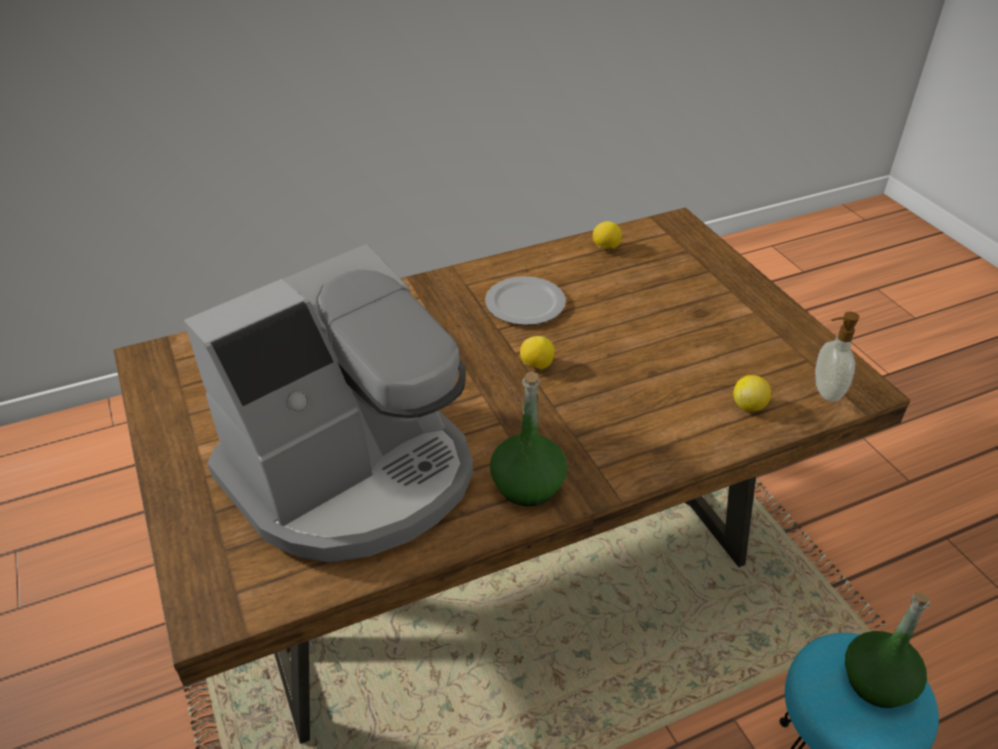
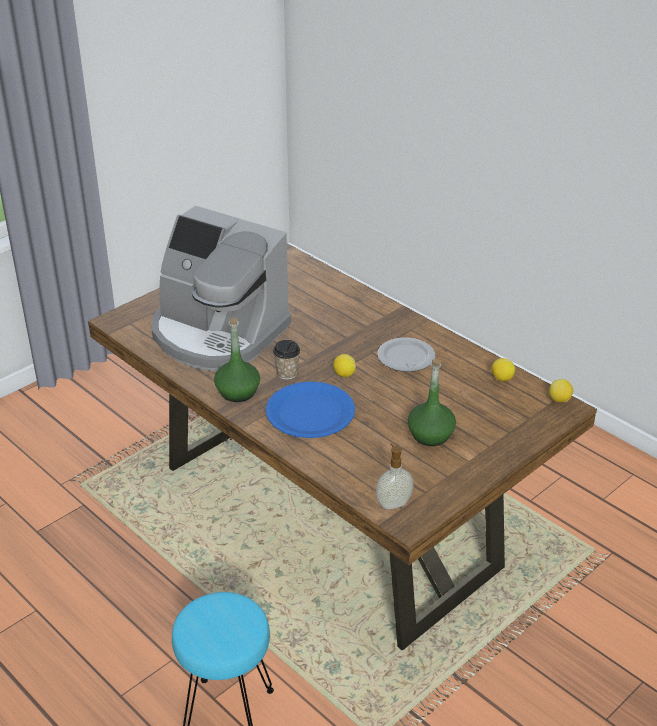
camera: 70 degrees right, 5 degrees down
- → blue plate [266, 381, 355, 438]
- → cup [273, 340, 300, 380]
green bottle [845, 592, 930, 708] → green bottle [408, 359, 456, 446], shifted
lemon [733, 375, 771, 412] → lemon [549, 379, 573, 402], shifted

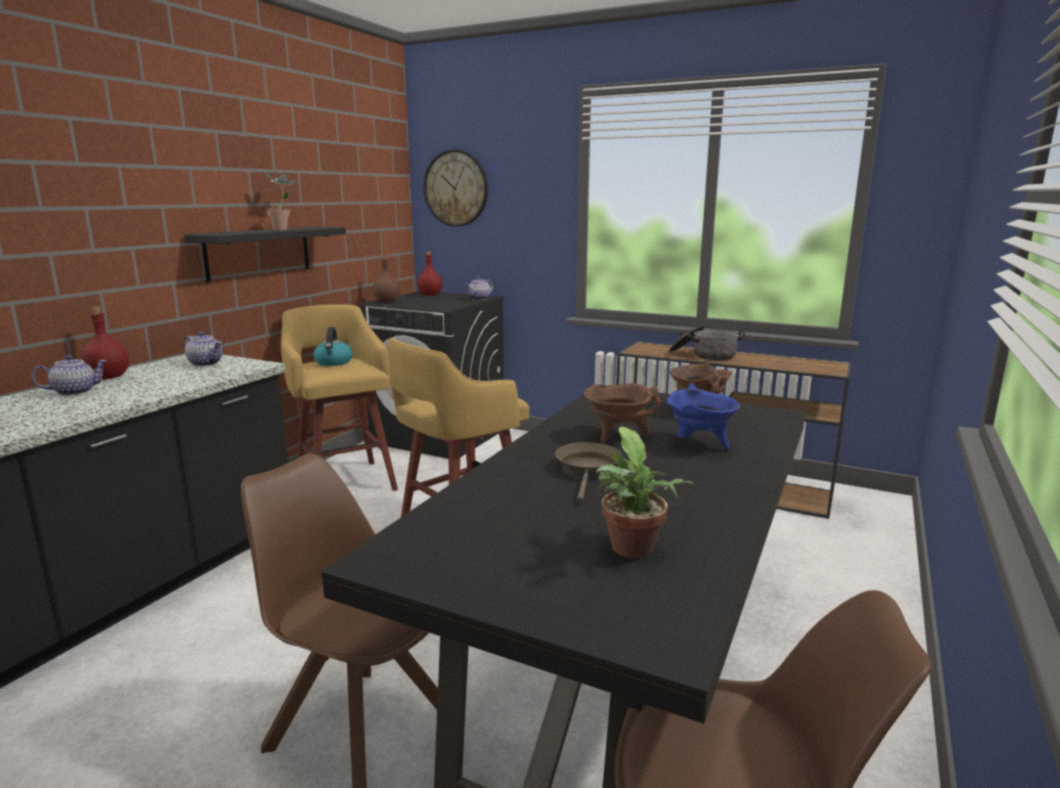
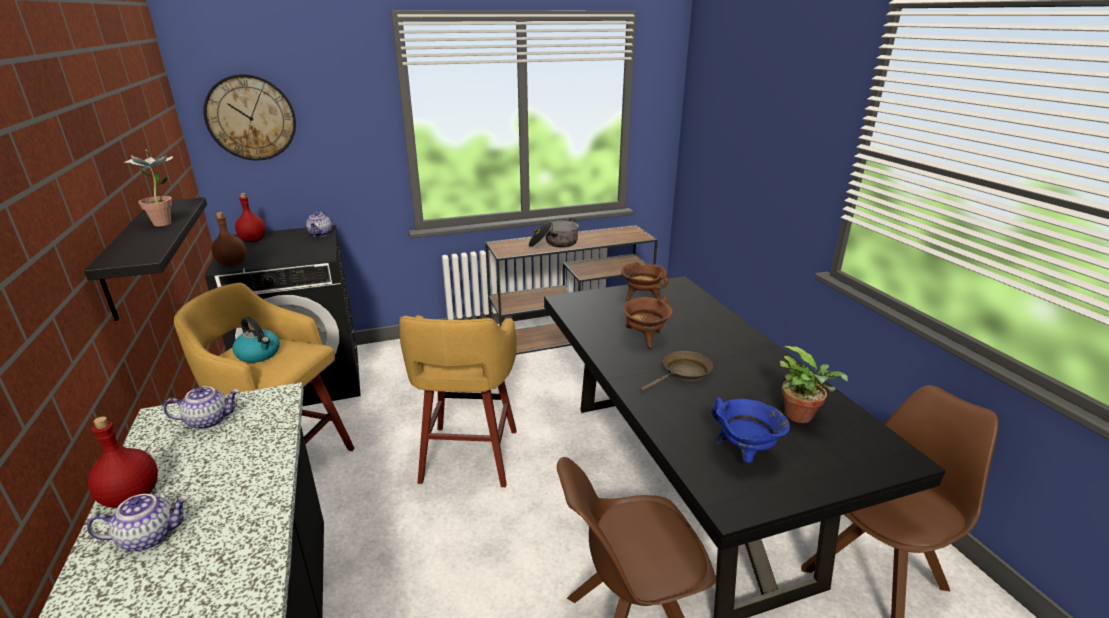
camera: 45 degrees left, 10 degrees up
teapot [31, 355, 107, 396] → teapot [87, 494, 189, 552], 60 degrees clockwise
brown frying pan [555, 442, 622, 502] → brown frying pan [641, 351, 713, 392], 90 degrees clockwise
blue cooking pot [666, 383, 740, 449] → blue cooking pot [712, 398, 790, 463], shifted

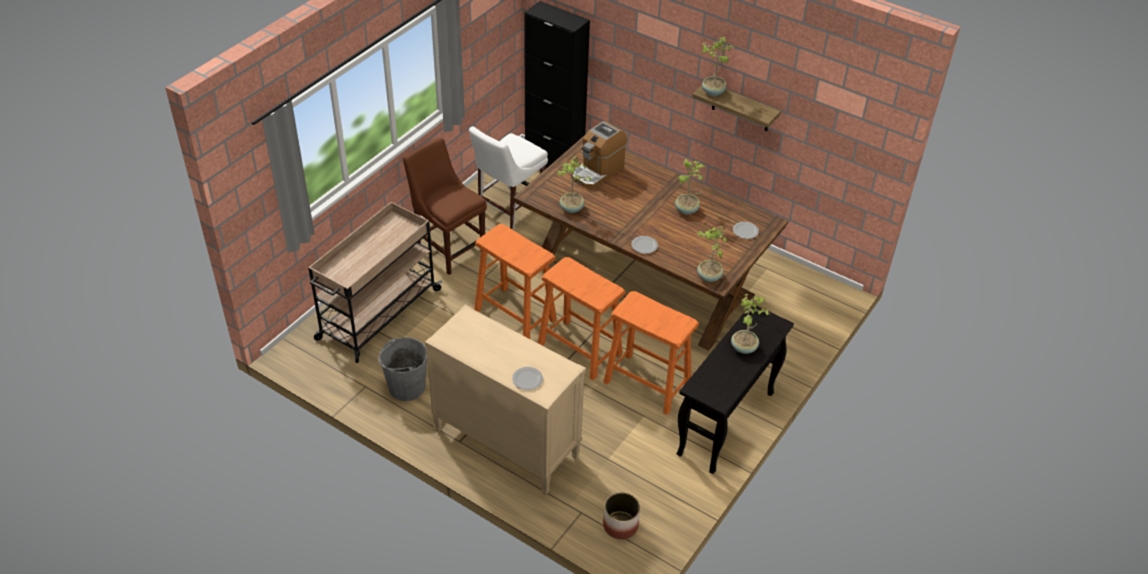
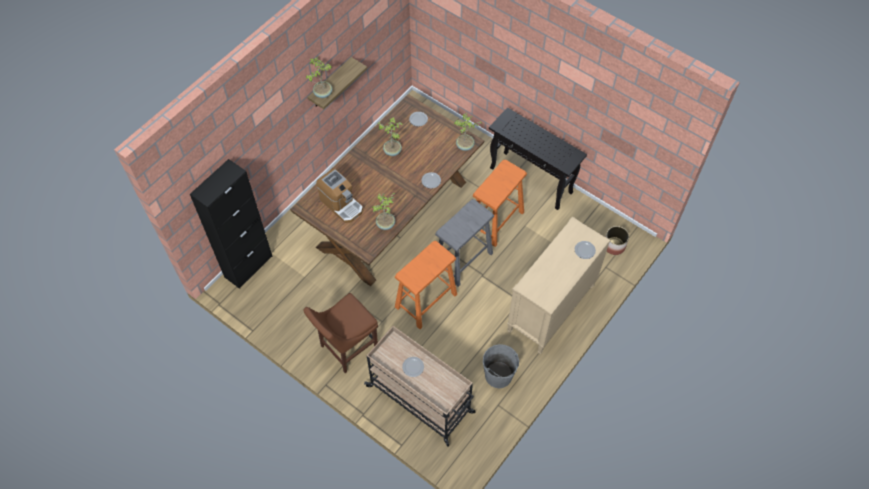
camera: 85 degrees left, 15 degrees up
- → plate [402, 357, 424, 377]
orange stool [538, 257, 625, 380] → grey stool [435, 199, 494, 287]
white chair [469, 126, 548, 230] → -
potted plant [731, 294, 770, 354] → -

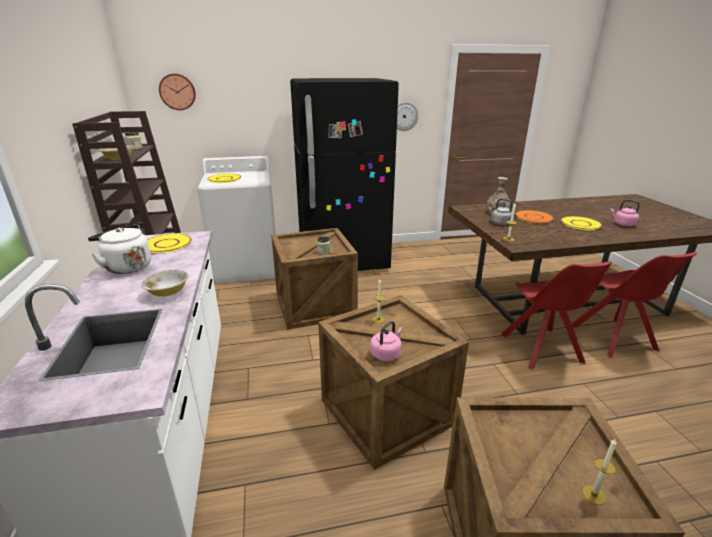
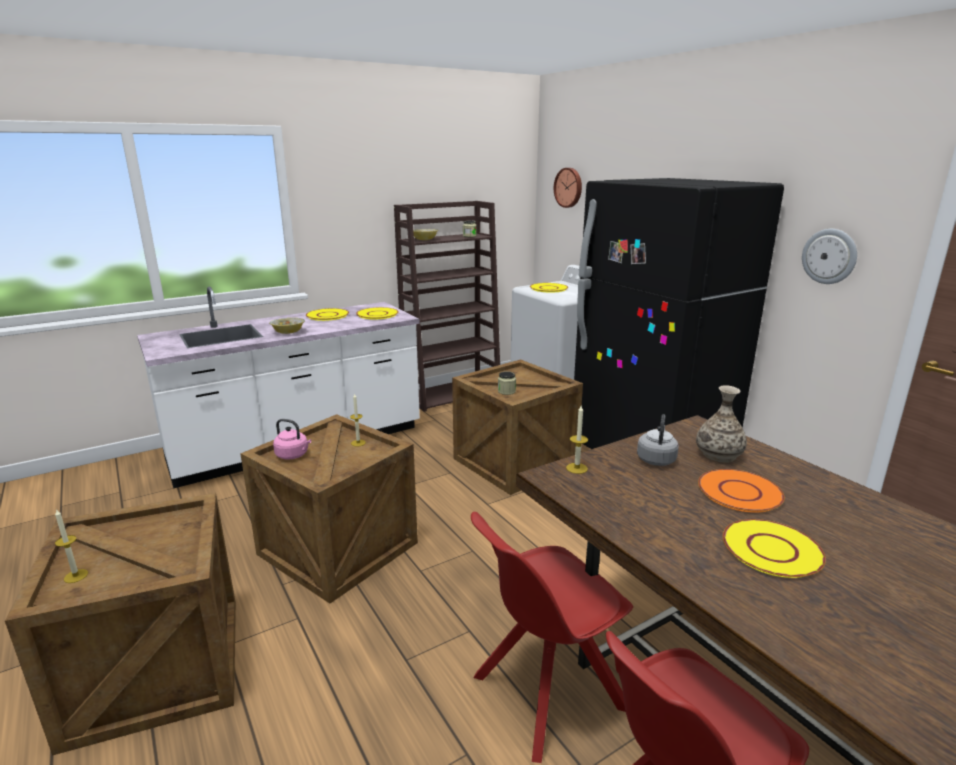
camera: 70 degrees right, 5 degrees down
white kettle [88, 225, 151, 274] → yellow plate [306, 308, 349, 321]
pink kettle [610, 200, 640, 226] → -

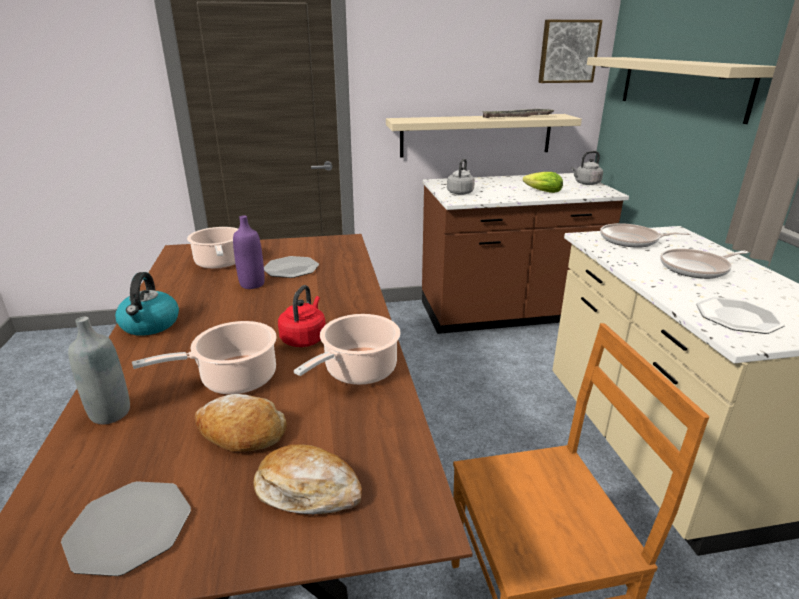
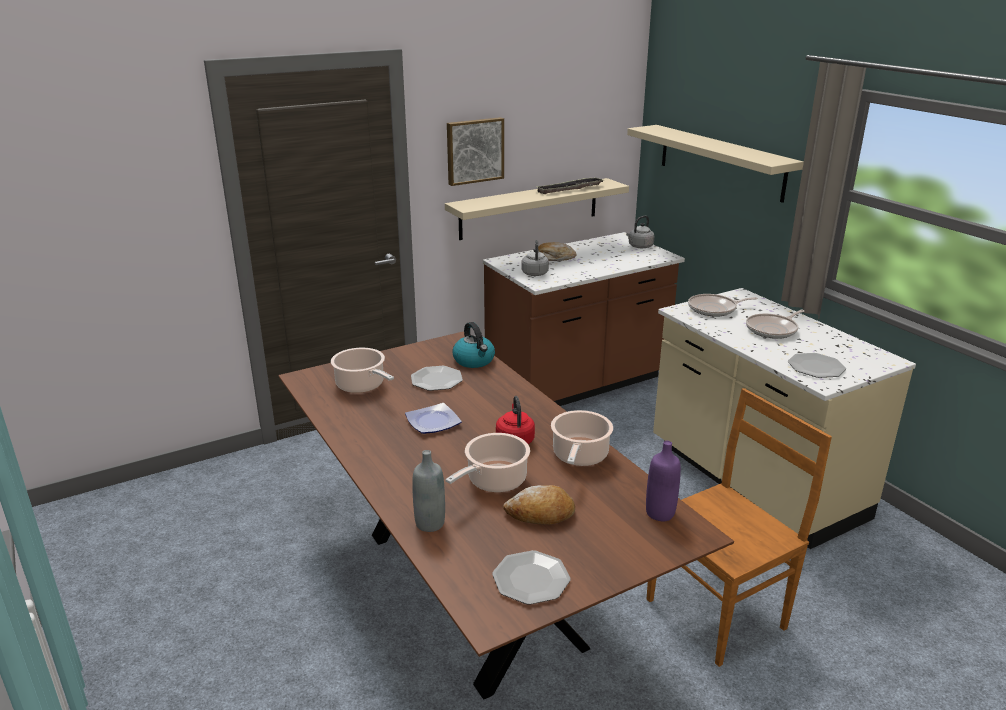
camera: 20 degrees left, 0 degrees up
- → plate [405, 403, 462, 434]
picture [538, 20, 602, 83] → picture [447, 117, 504, 186], shifted
kettle [115, 272, 179, 336] → kettle [453, 322, 495, 368], shifted
bread [253, 444, 362, 514] → bread [538, 242, 576, 261], shifted
purple bottle [233, 215, 265, 289] → purple bottle [646, 440, 681, 521], shifted
lettuce [523, 172, 563, 193] → -

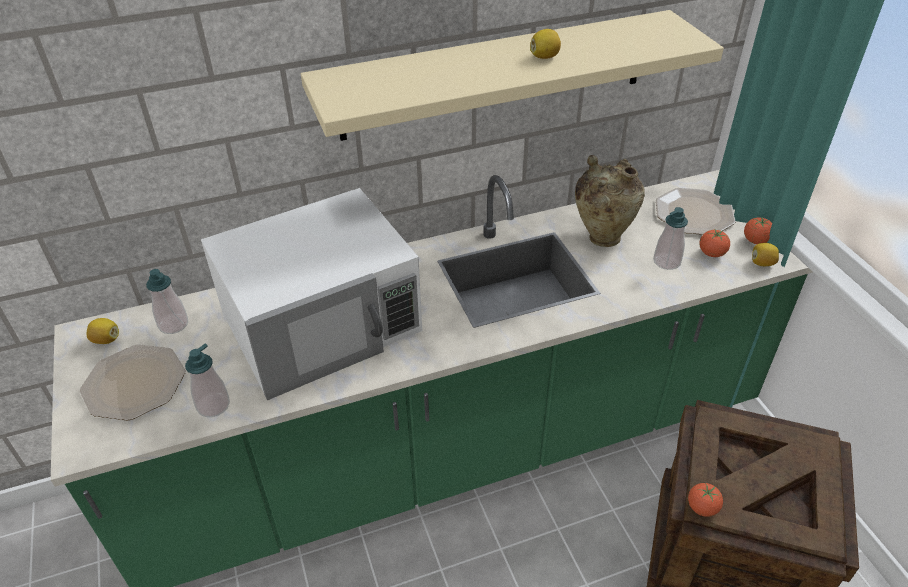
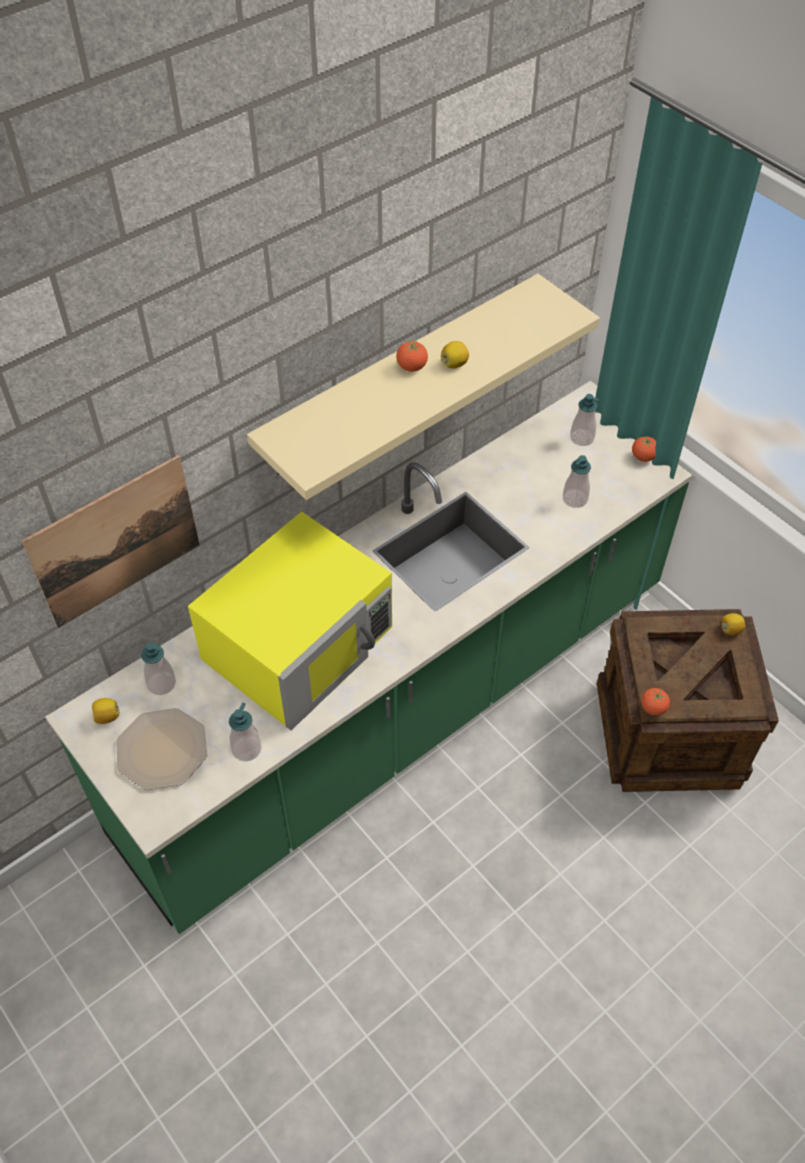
camera: 20 degrees left, 10 degrees up
- → picture [21, 455, 199, 628]
white microwave [201, 188, 422, 400] → yellow microwave [188, 511, 392, 730]
tomato [699, 230, 730, 257] → tomato [396, 341, 428, 372], shifted
plate [656, 188, 736, 235] → soap dispenser [570, 394, 599, 446]
lemon [752, 243, 779, 266] → lemon [721, 613, 745, 635], shifted
beige vase [575, 155, 645, 247] → -

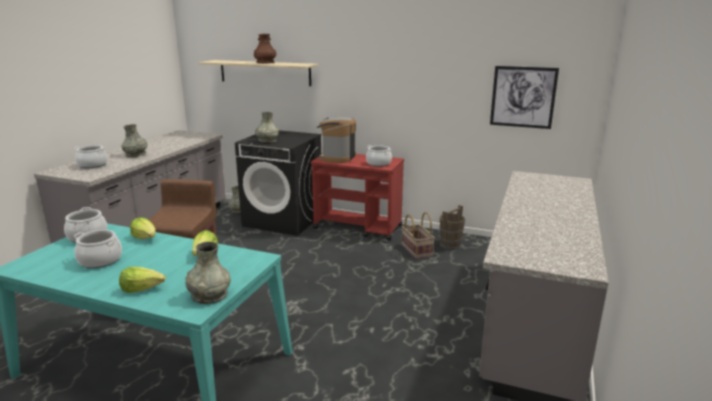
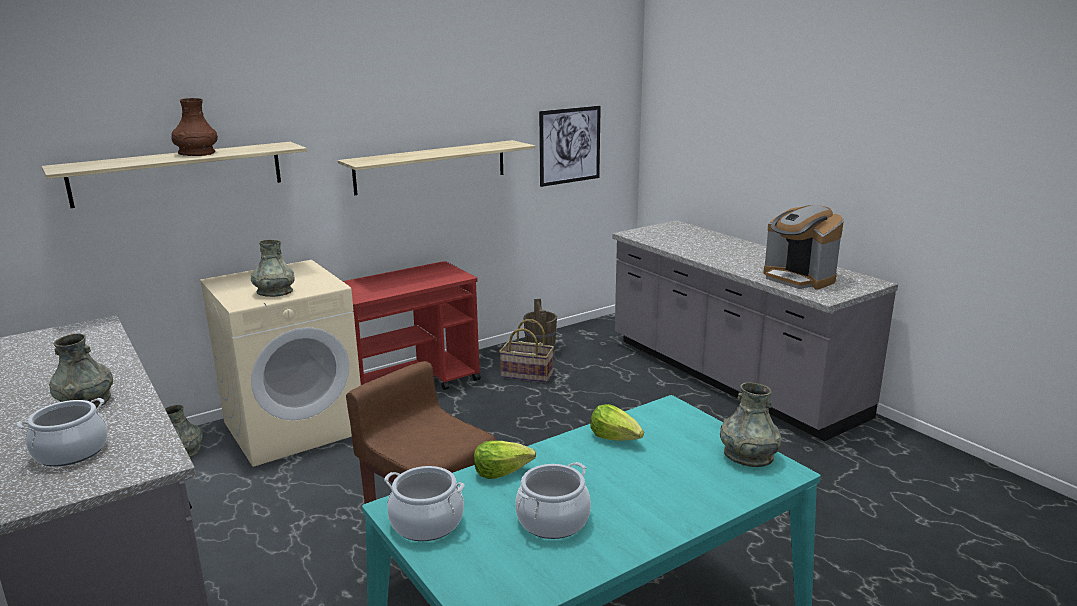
camera: 55 degrees left, 0 degrees up
black washing machine [235, 130, 322, 236] → beige washing machine [200, 260, 361, 467]
- → shelf [338, 140, 535, 195]
coffee machine [317, 117, 356, 163] → coffee machine [764, 205, 844, 290], shifted
lettuce [119, 267, 166, 293] → -
cooking pot [366, 145, 392, 166] → -

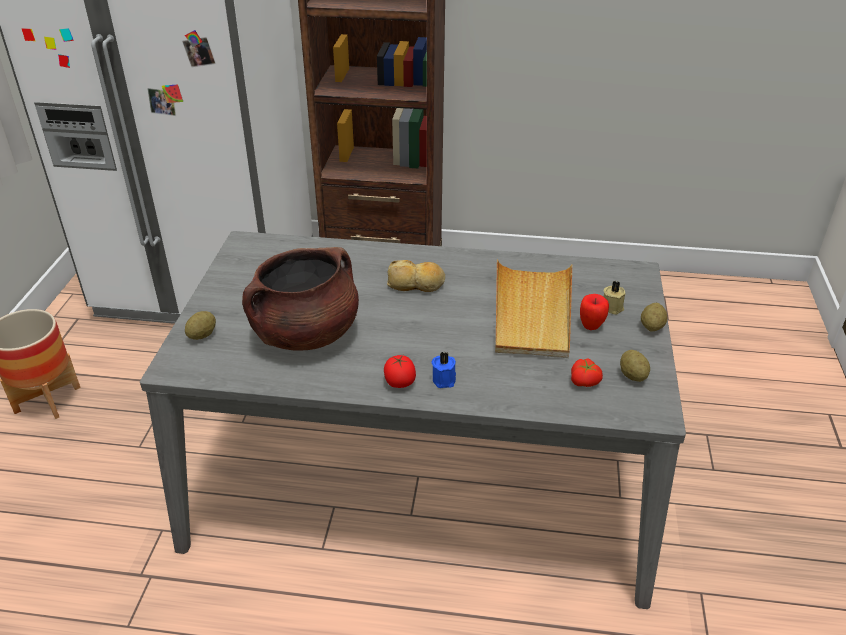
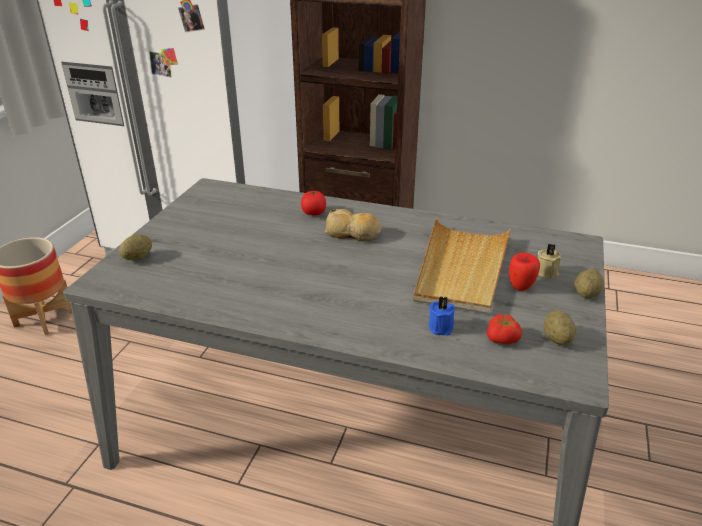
camera: 10 degrees right, 5 degrees down
tomato [384, 355, 416, 388] → tomato [301, 190, 326, 216], shifted
blue candle [431, 352, 456, 388] → blue candle [429, 296, 455, 336], shifted
brown cooking pot [242, 247, 359, 351] → -

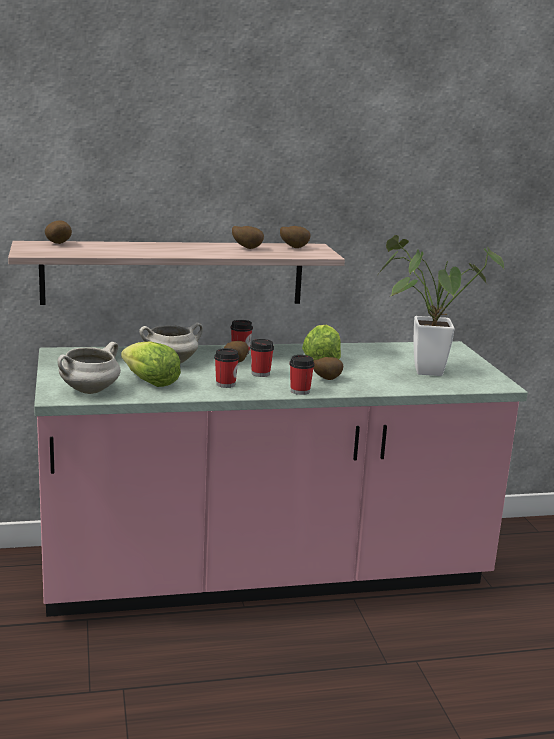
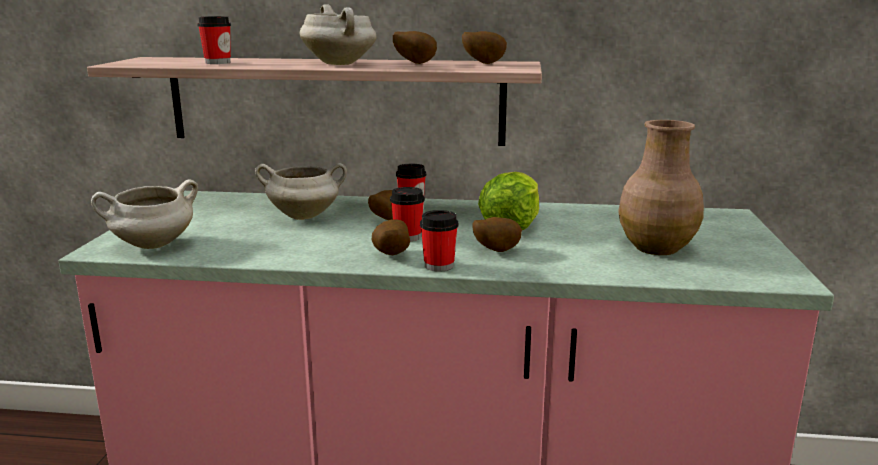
camera: 20 degrees right, 0 degrees up
cup [214, 348, 239, 388] → cup [197, 16, 231, 64], shifted
- → white cooking pot [300, 4, 376, 65]
potato [45, 220, 72, 244] → potato [372, 219, 410, 255], shifted
potted plant [379, 235, 504, 376] → brown vase [618, 120, 704, 255]
lettuce [121, 341, 181, 387] → -

